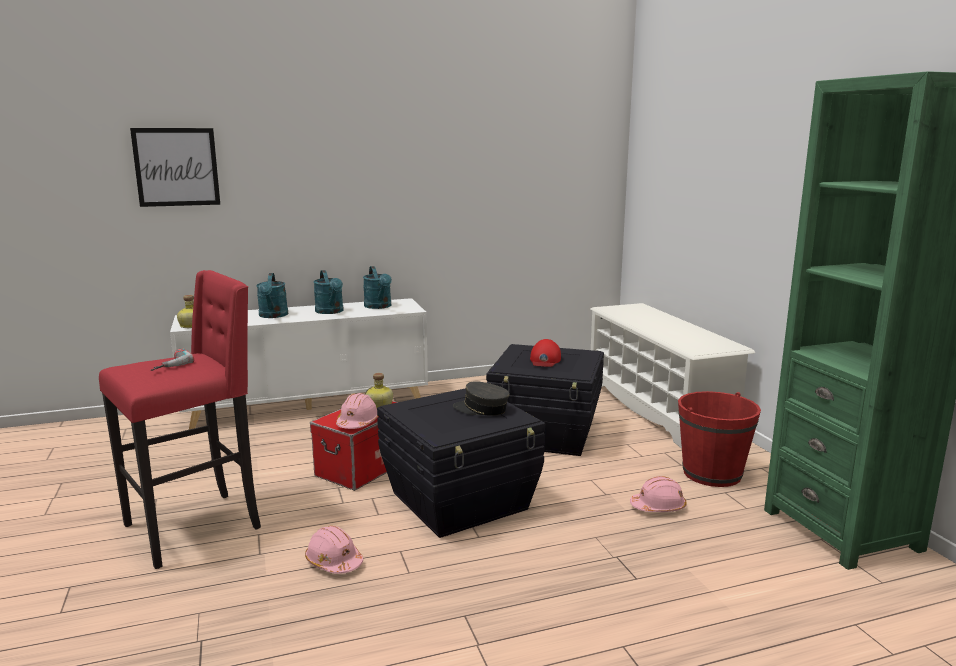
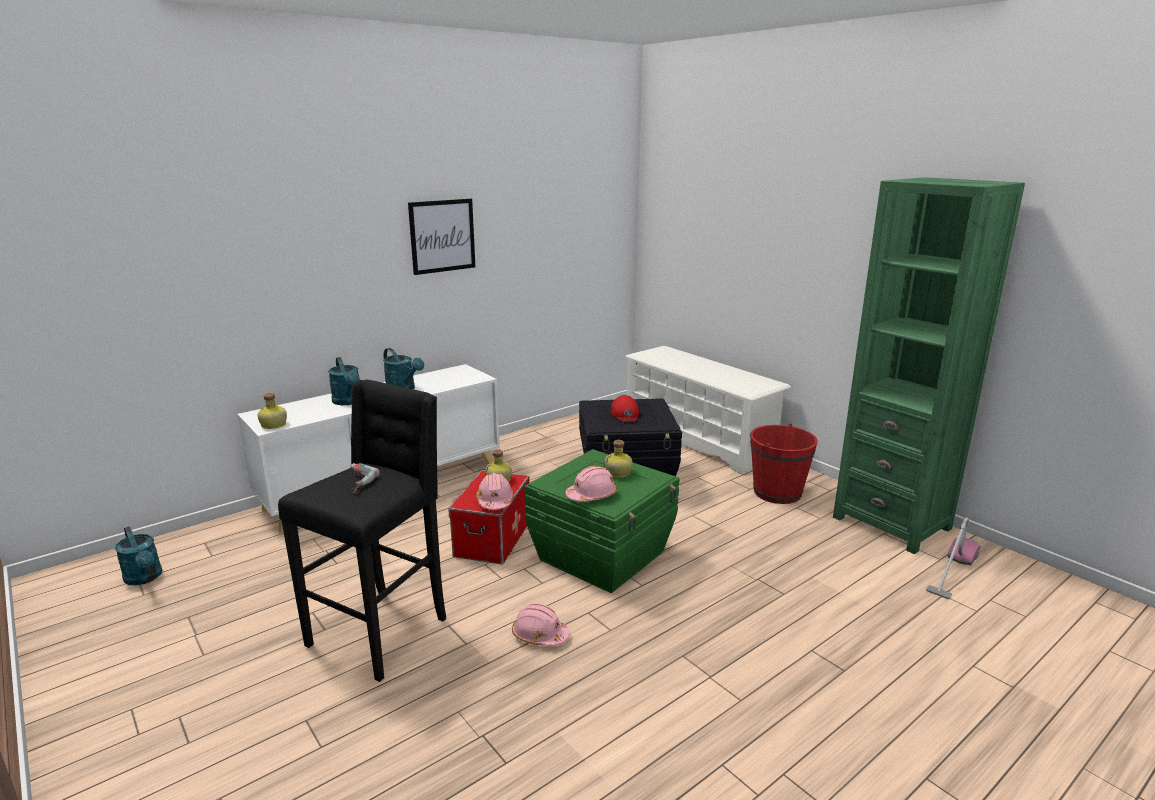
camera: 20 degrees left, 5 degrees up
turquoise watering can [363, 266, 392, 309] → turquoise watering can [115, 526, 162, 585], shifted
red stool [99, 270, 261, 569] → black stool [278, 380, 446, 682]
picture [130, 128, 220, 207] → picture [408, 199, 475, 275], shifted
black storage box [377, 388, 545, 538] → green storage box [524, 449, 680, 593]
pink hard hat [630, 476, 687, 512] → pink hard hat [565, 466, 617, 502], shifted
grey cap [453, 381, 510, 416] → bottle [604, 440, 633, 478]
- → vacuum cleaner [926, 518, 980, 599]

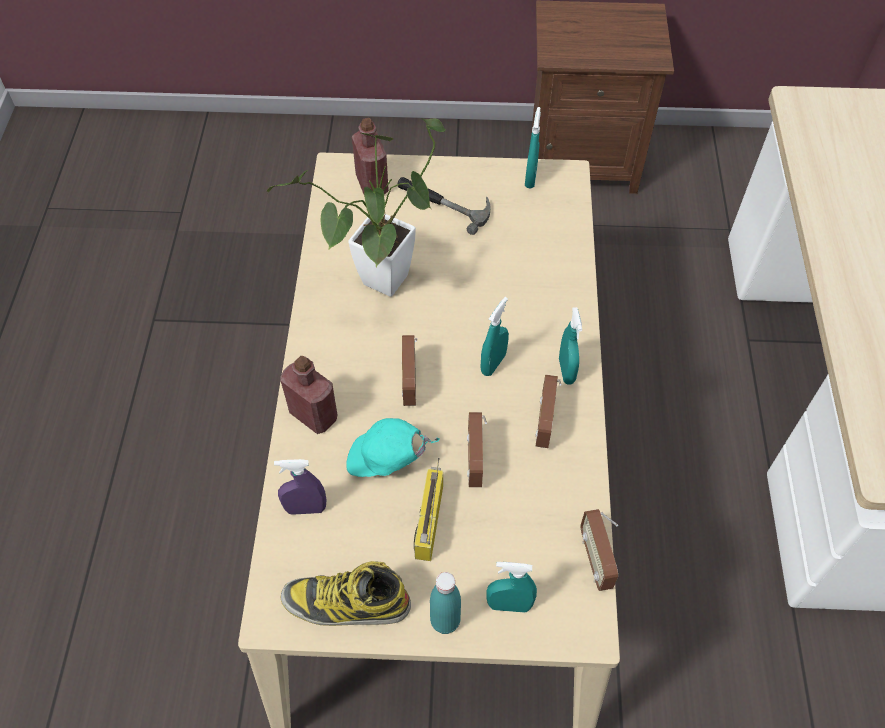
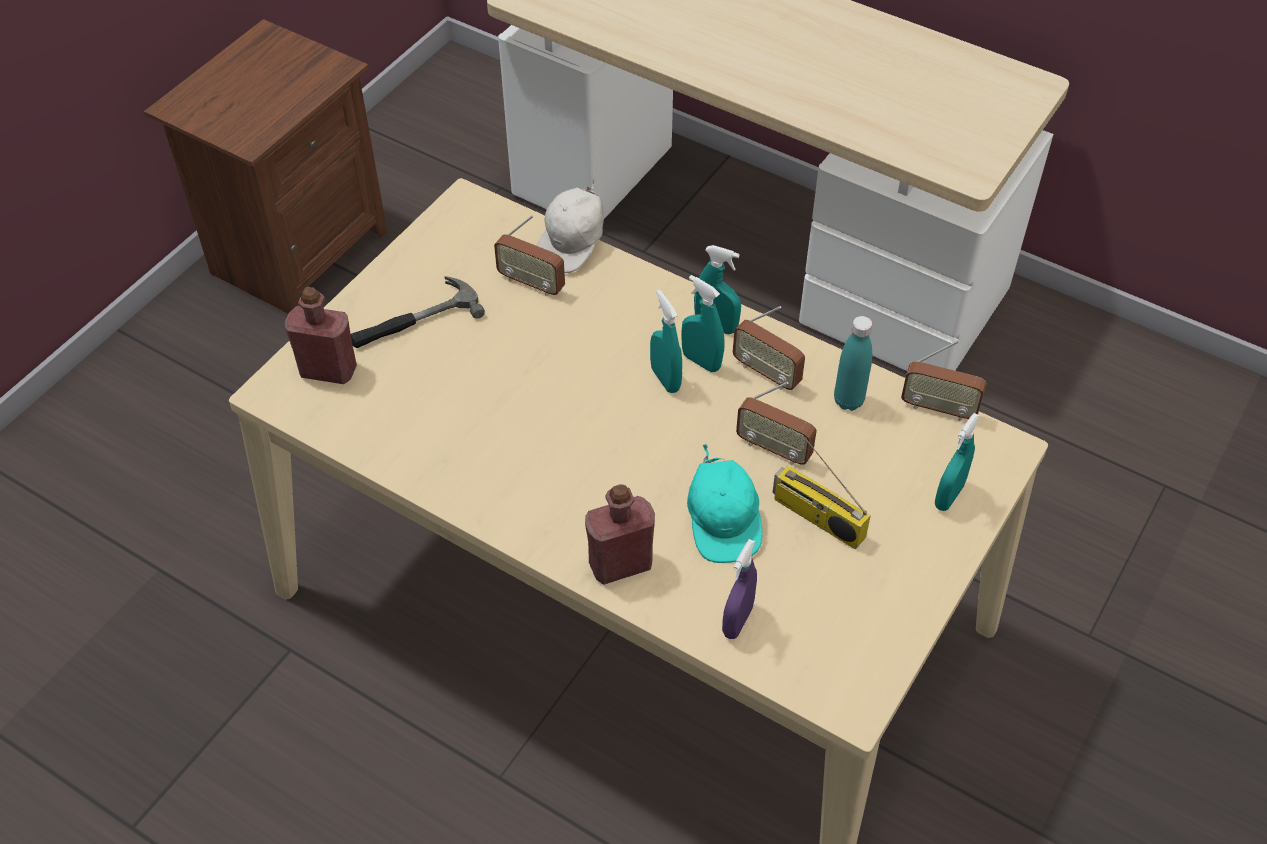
camera: 60 degrees left, 5 degrees down
radio [402, 335, 418, 406] → radio [494, 215, 565, 297], shifted
- → white cap [537, 178, 604, 273]
turquoise spray bottle [525, 107, 541, 188] → turquoise spray bottle [681, 275, 724, 372], shifted
turquoise cap [346, 418, 440, 477] → turquoise cap [687, 443, 763, 563], 45 degrees counterclockwise
turquoise bottle [430, 572, 461, 634] → turquoise bottle [834, 316, 872, 411], shifted
potted plant [267, 118, 447, 297] → -
boot [281, 561, 411, 626] → -

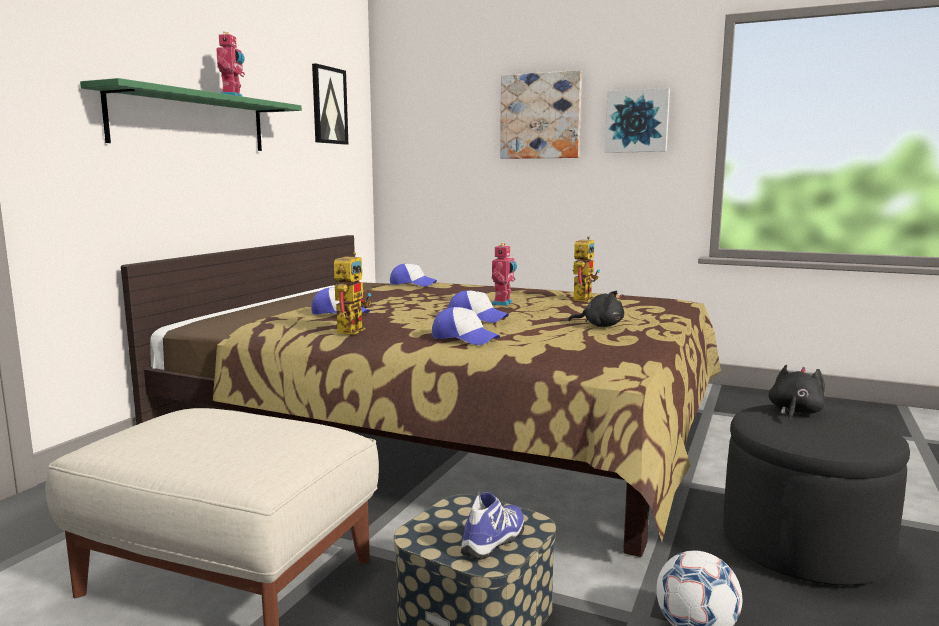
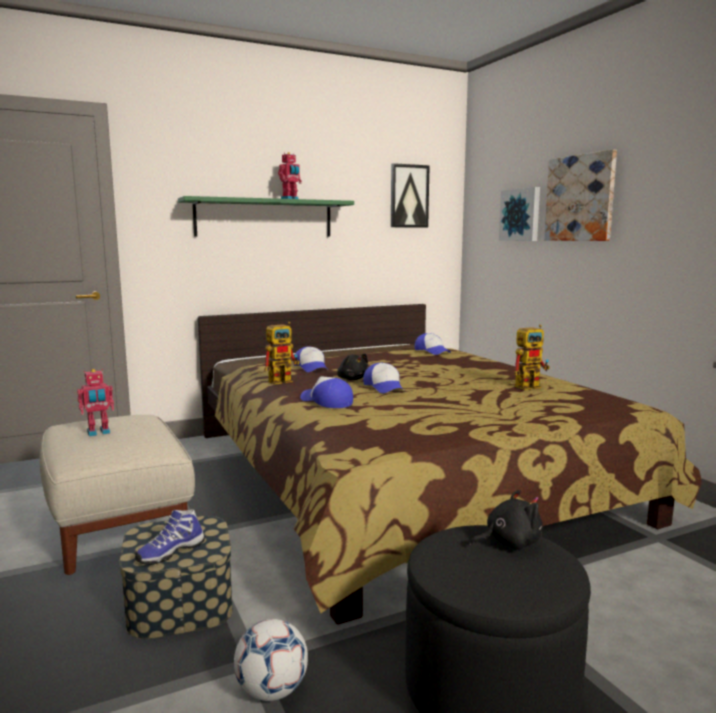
camera: 40 degrees right, 0 degrees up
toy robot [492, 243, 517, 306] → toy robot [77, 369, 114, 437], shifted
shoe [461, 492, 524, 560] → shoe [135, 510, 205, 565], 150 degrees clockwise
cap [432, 307, 500, 345] → cap [300, 376, 353, 408], 150 degrees clockwise
black plush toy [568, 291, 624, 327] → black plush toy [337, 354, 368, 380], shifted
picture [605, 88, 670, 153] → picture [499, 187, 540, 241], shifted

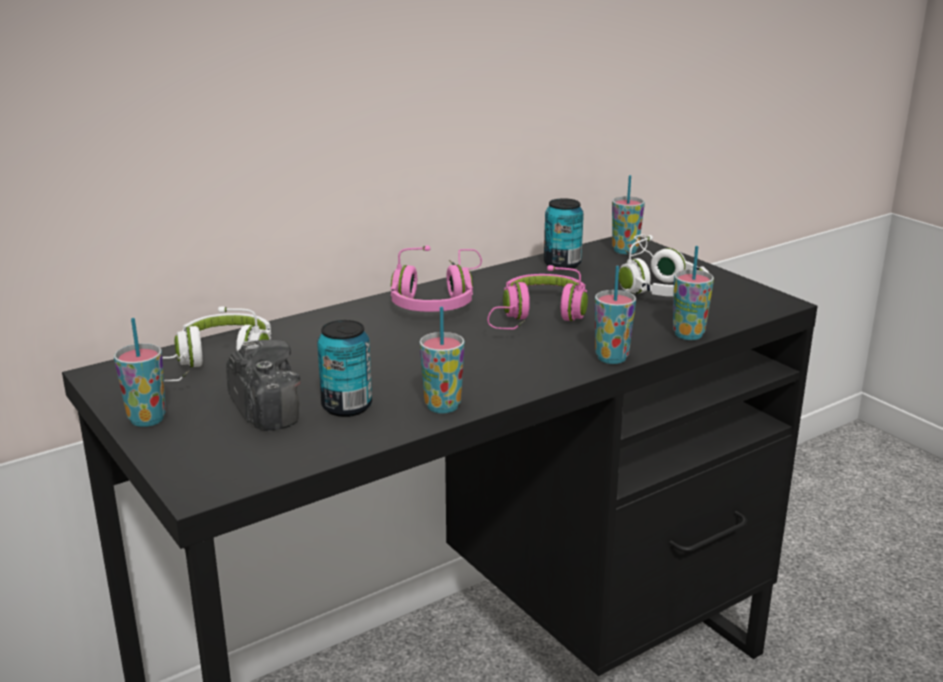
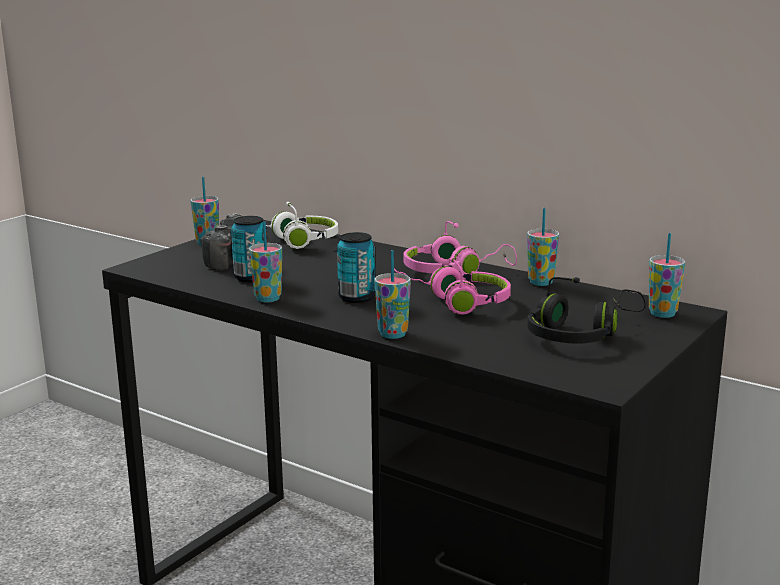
camera: 70 degrees right, 5 degrees down
can [544, 198, 584, 270] → can [337, 232, 376, 303], shifted
cup [673, 246, 714, 340] → cup [527, 208, 559, 286], shifted
white headphones [619, 234, 709, 297] → black headphones [527, 277, 646, 344]

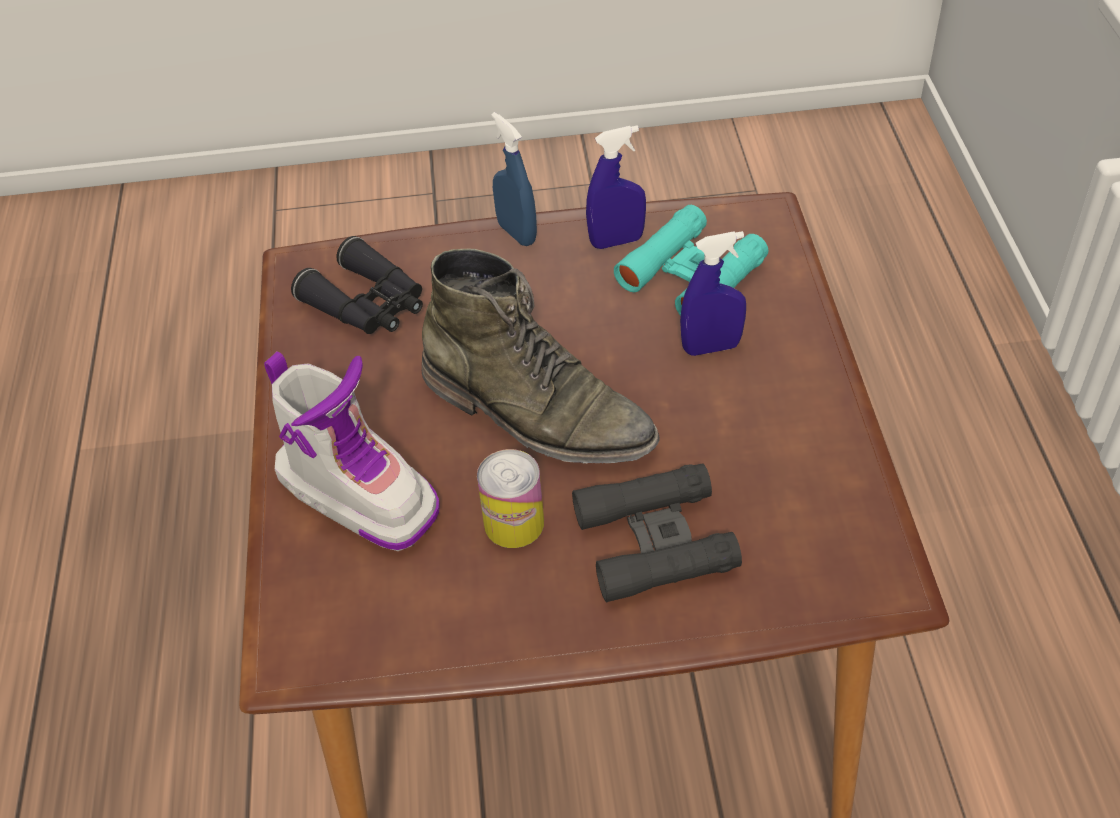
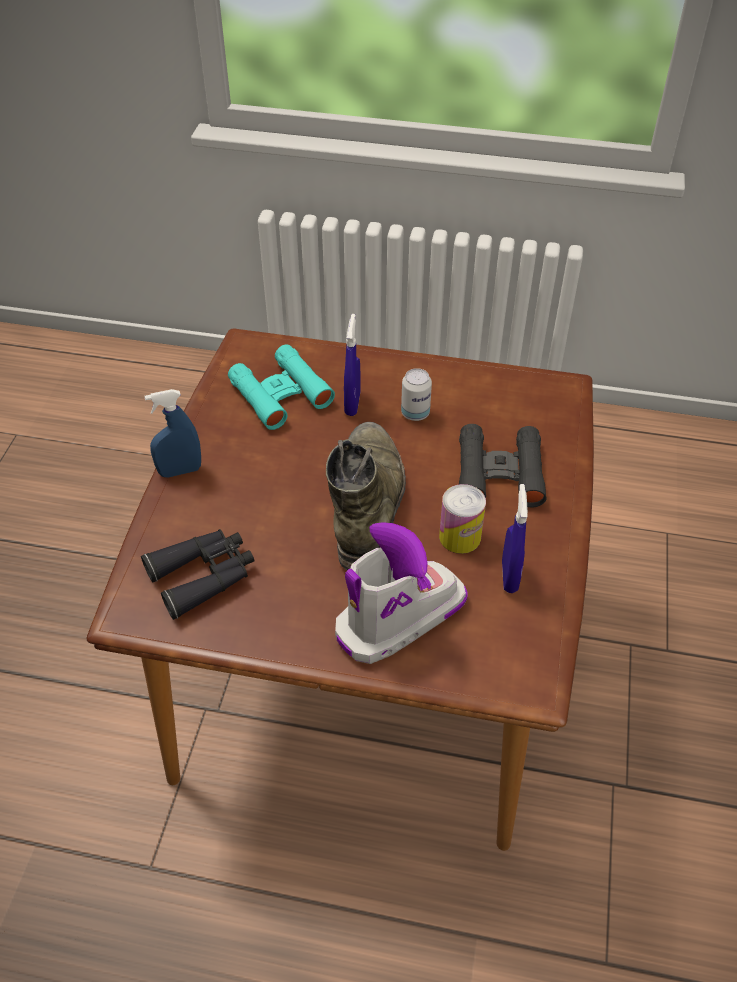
camera: 75 degrees left, 0 degrees up
green boot [422, 249, 660, 464] → green boot [326, 422, 406, 570], 45 degrees counterclockwise
- → can [401, 368, 432, 421]
blue spray bottle [586, 125, 646, 249] → blue spray bottle [502, 484, 528, 593], shifted

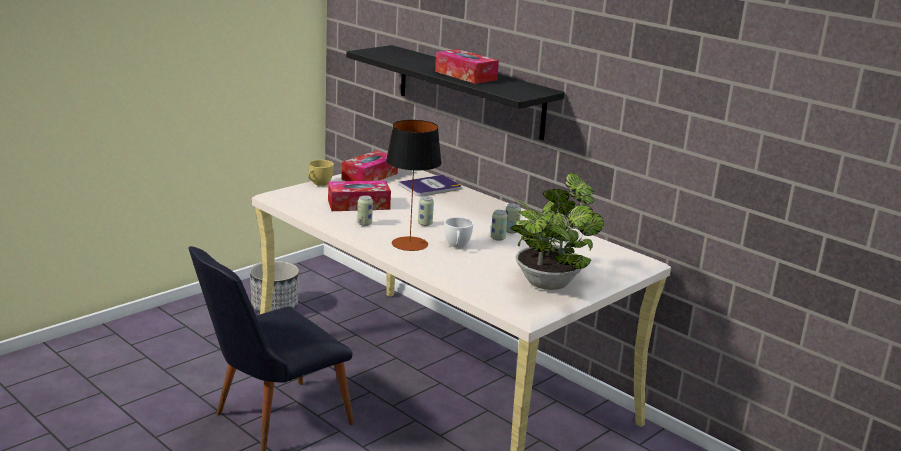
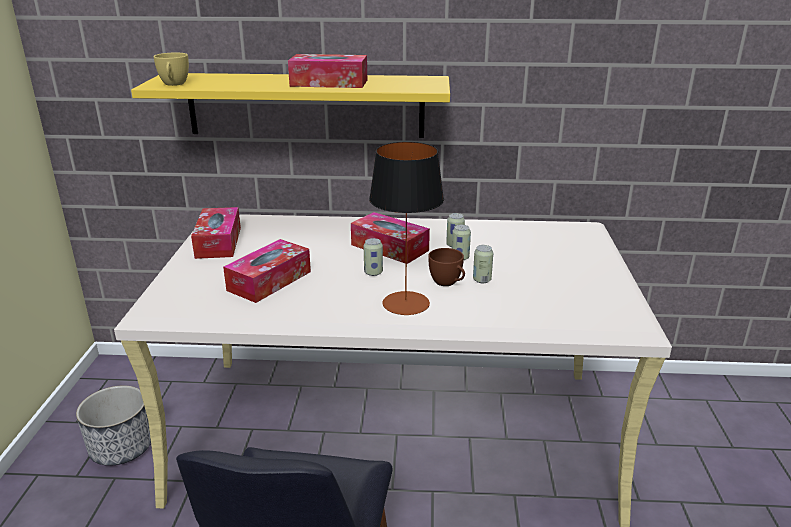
camera: 40 degrees left, 5 degrees up
black shelf [346, 45, 565, 140] → yellow shelf [131, 73, 450, 138]
yellow cup [308, 160, 334, 186] → yellow cup [154, 52, 189, 86], shifted
- → tissue box [351, 212, 430, 264]
white cup [445, 217, 473, 248] → brown cup [428, 248, 465, 286]
can [357, 195, 373, 226] → can [473, 245, 493, 283], shifted
book [398, 175, 461, 196] → -
potted plant [510, 173, 604, 290] → -

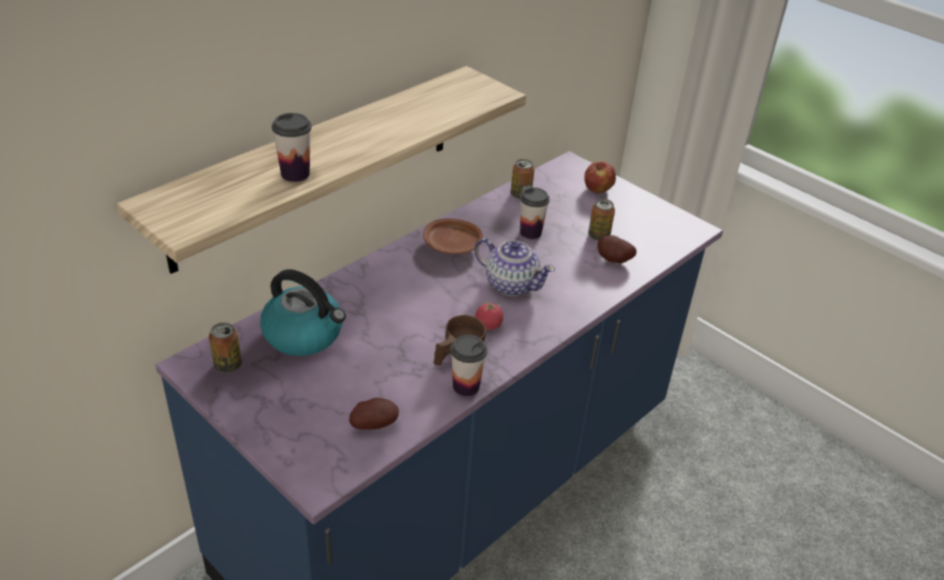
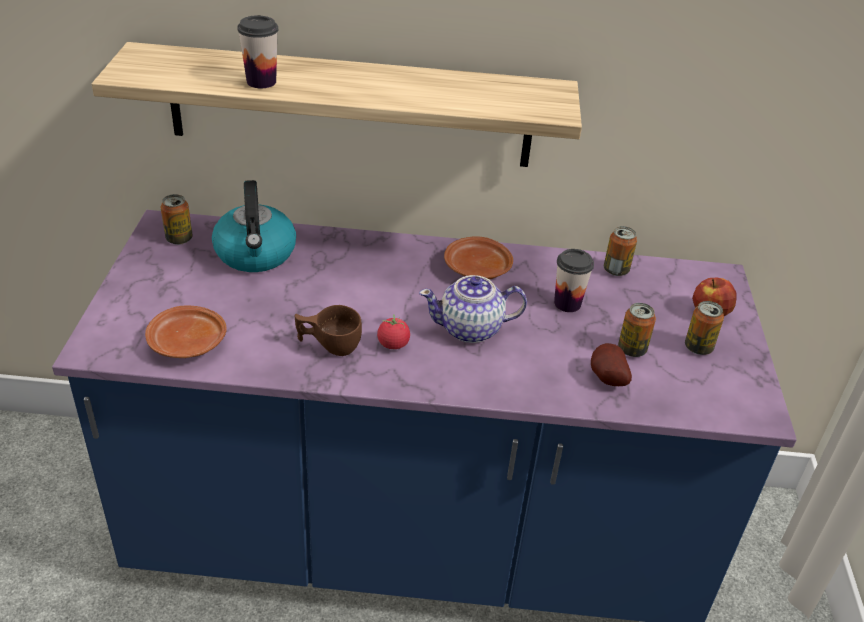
camera: 50 degrees right, 0 degrees up
potato [349, 398, 399, 430] → brown plate [145, 305, 227, 358]
teapot [474, 238, 555, 296] → teapot [419, 275, 527, 343], 90 degrees clockwise
- → can [685, 301, 724, 355]
cup [450, 335, 487, 396] → -

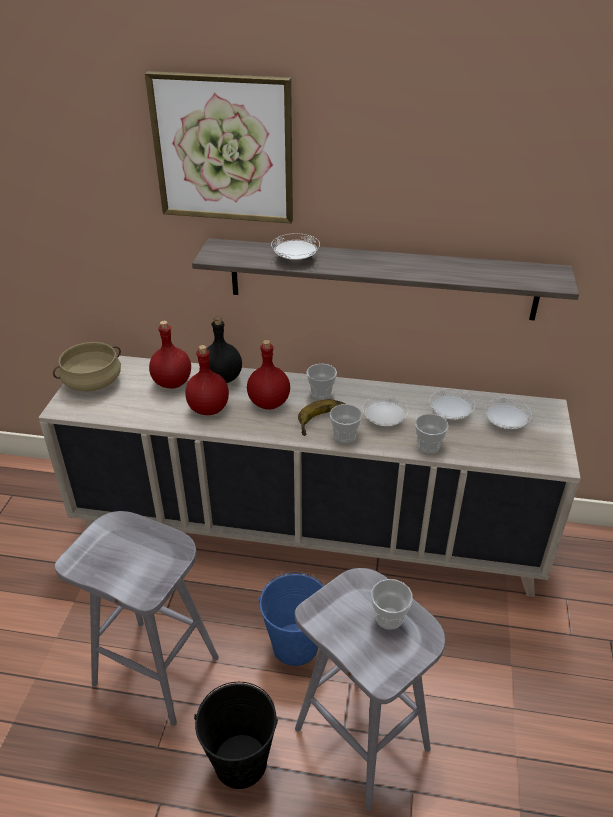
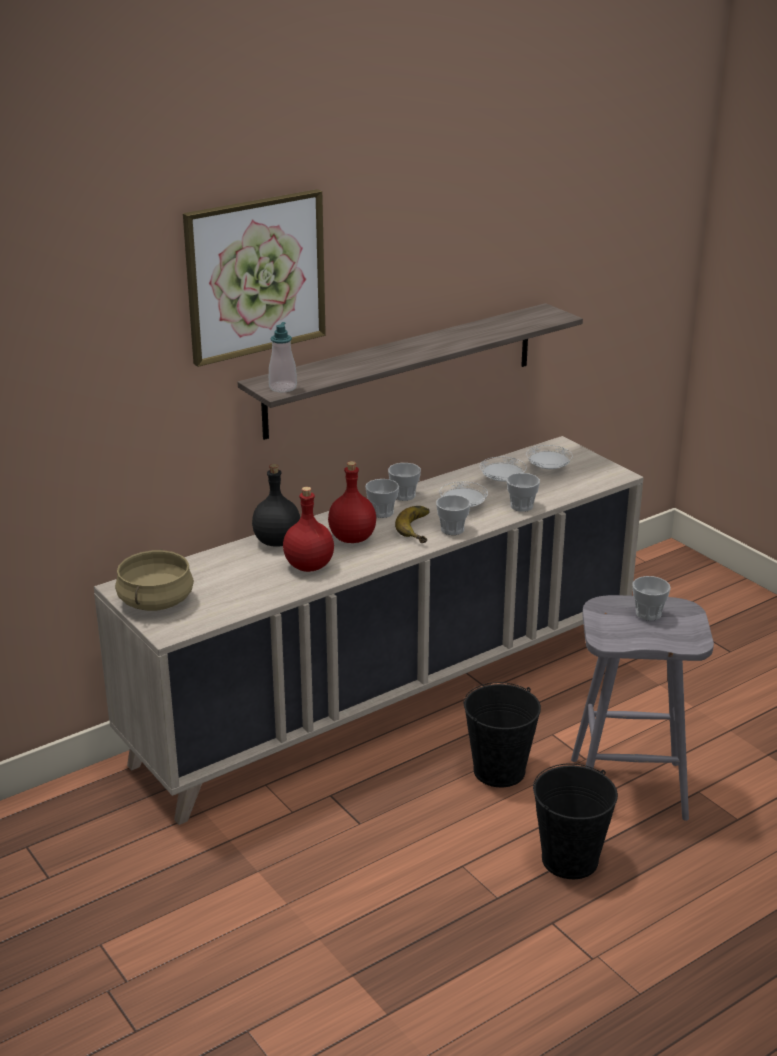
camera: 45 degrees left, 10 degrees down
- → soap dispenser [269, 322, 297, 392]
- → cup [388, 463, 421, 501]
blue bucket [259, 572, 324, 666] → black bucket [464, 682, 541, 788]
grey stool [54, 511, 219, 726] → -
red bottle [149, 321, 191, 389] → -
white plate [271, 233, 320, 260] → -

